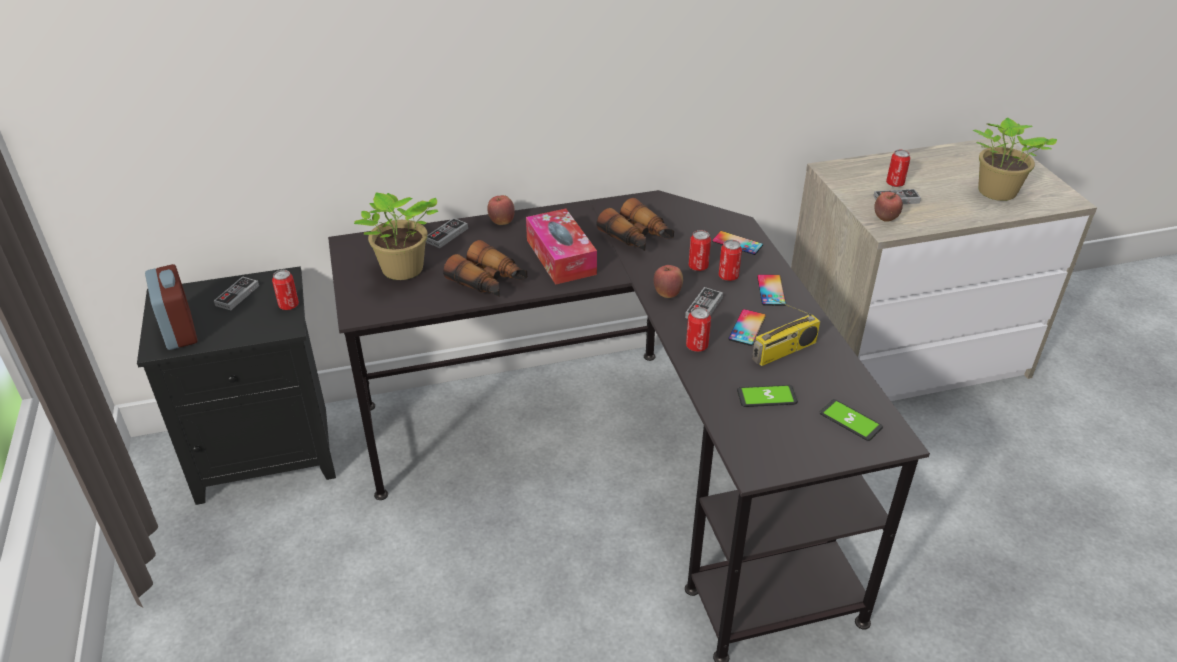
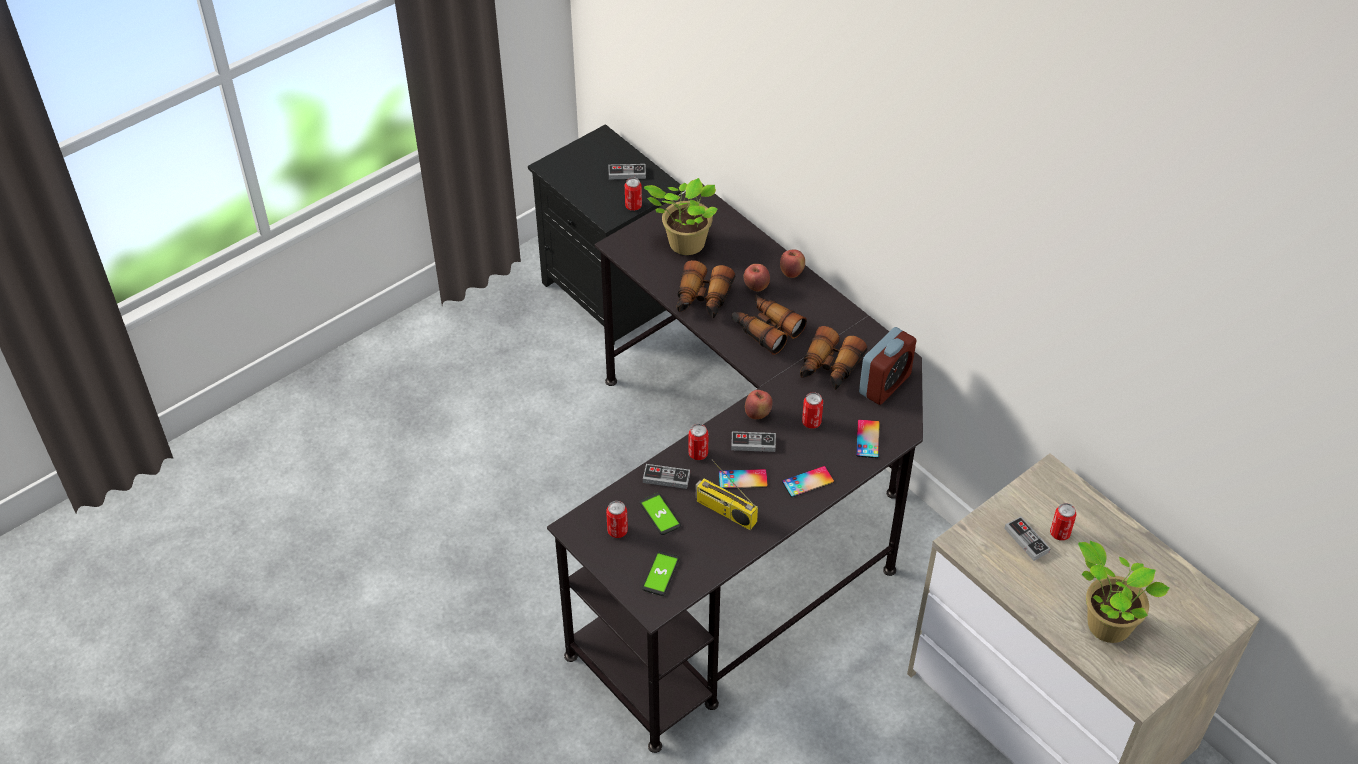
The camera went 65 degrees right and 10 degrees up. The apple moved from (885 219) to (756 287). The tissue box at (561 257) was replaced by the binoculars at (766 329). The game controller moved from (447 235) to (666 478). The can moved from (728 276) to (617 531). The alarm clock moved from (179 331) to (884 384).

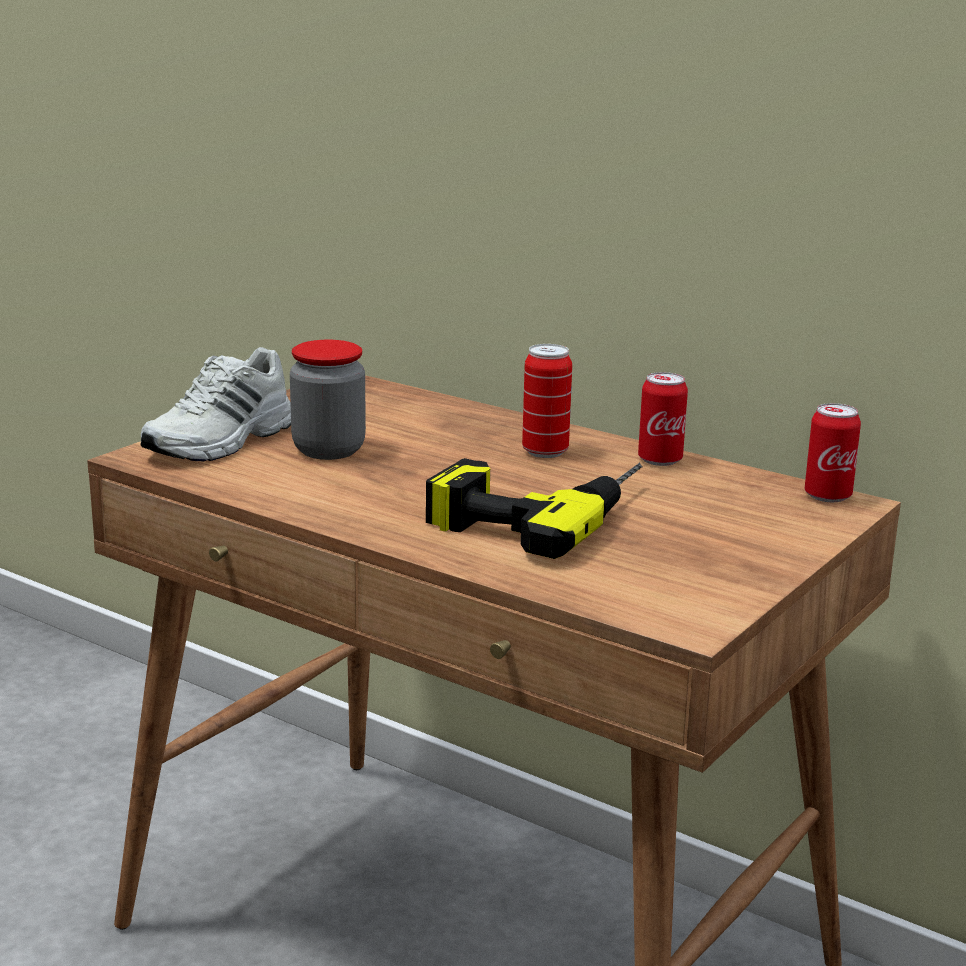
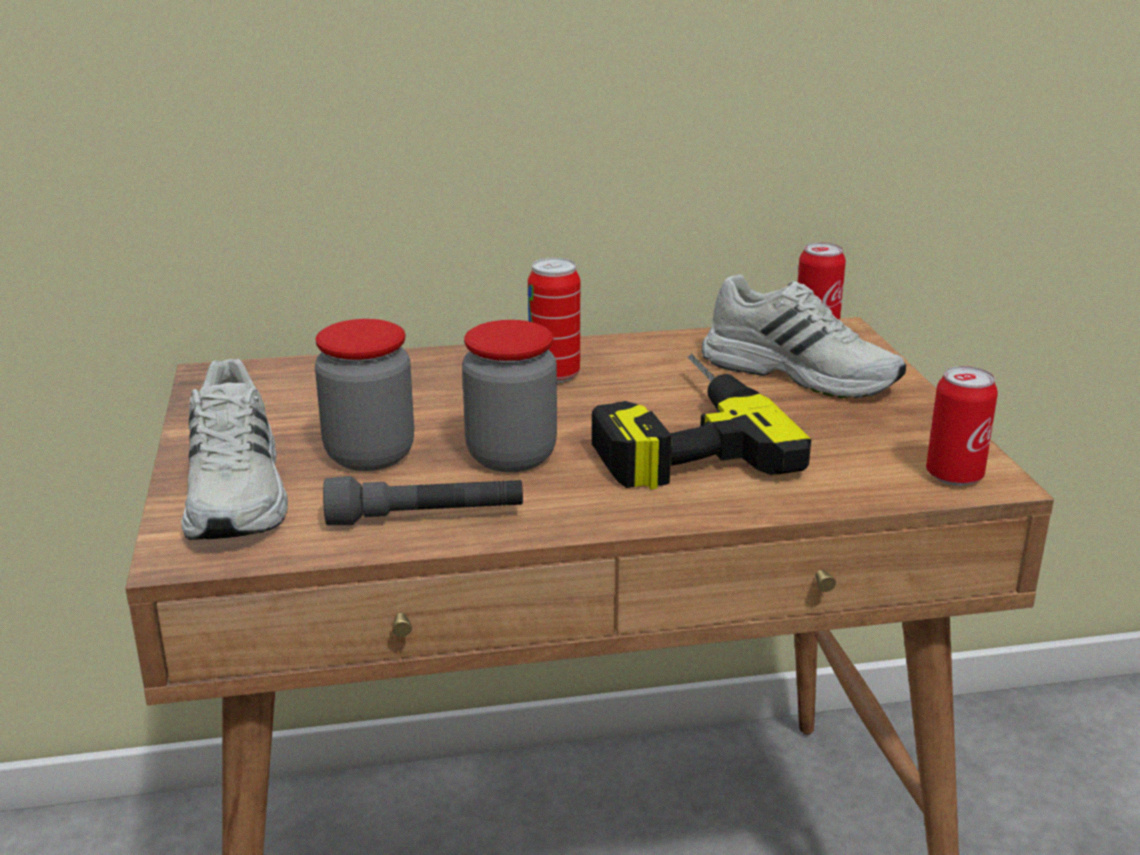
The camera went 45 degrees left and 5 degrees up. The can moved from (660 460) to (954 475). The white shoe at (801 373) appeared. The jar at (511 456) appeared. The grey flashlight at (426 518) appeared.

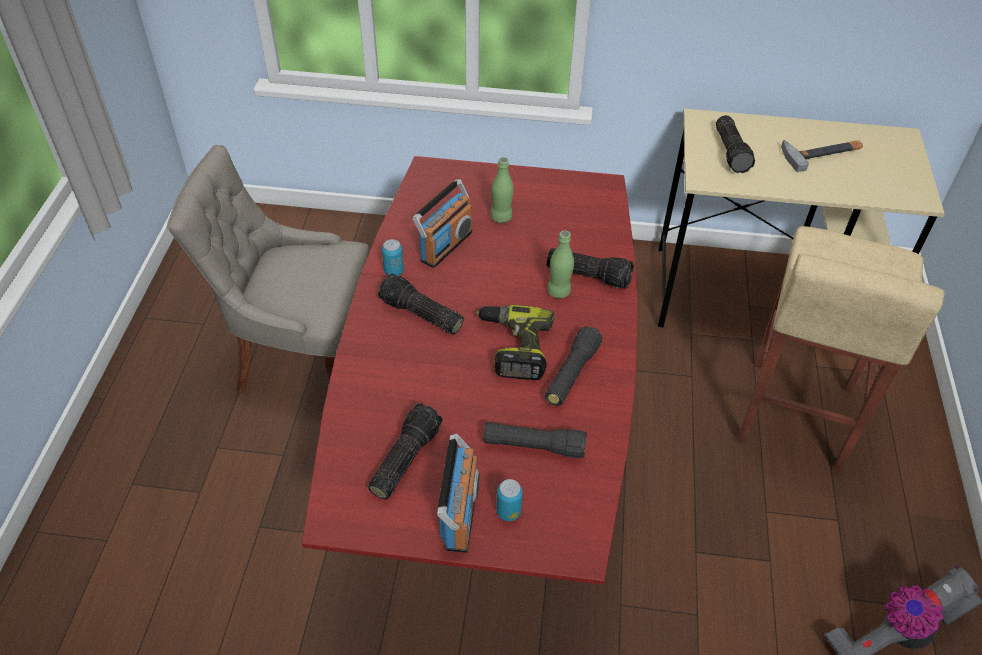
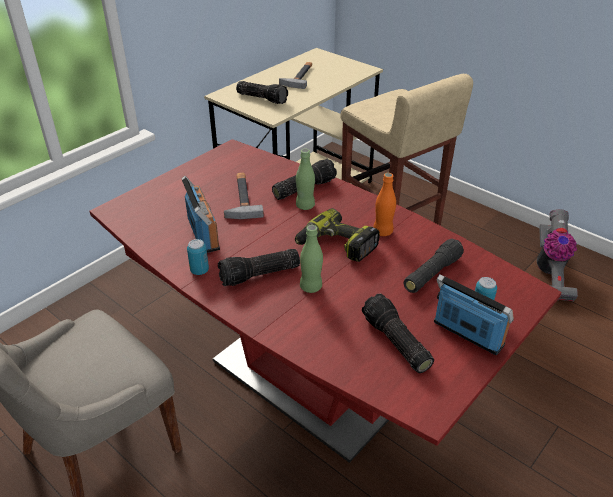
The camera went 55 degrees left and 10 degrees down. The green bottle moved from (501 217) to (311 287). The black flashlight at (571 374) was replaced by the orange bottle at (383 231). The hammer at (241 197) appeared.

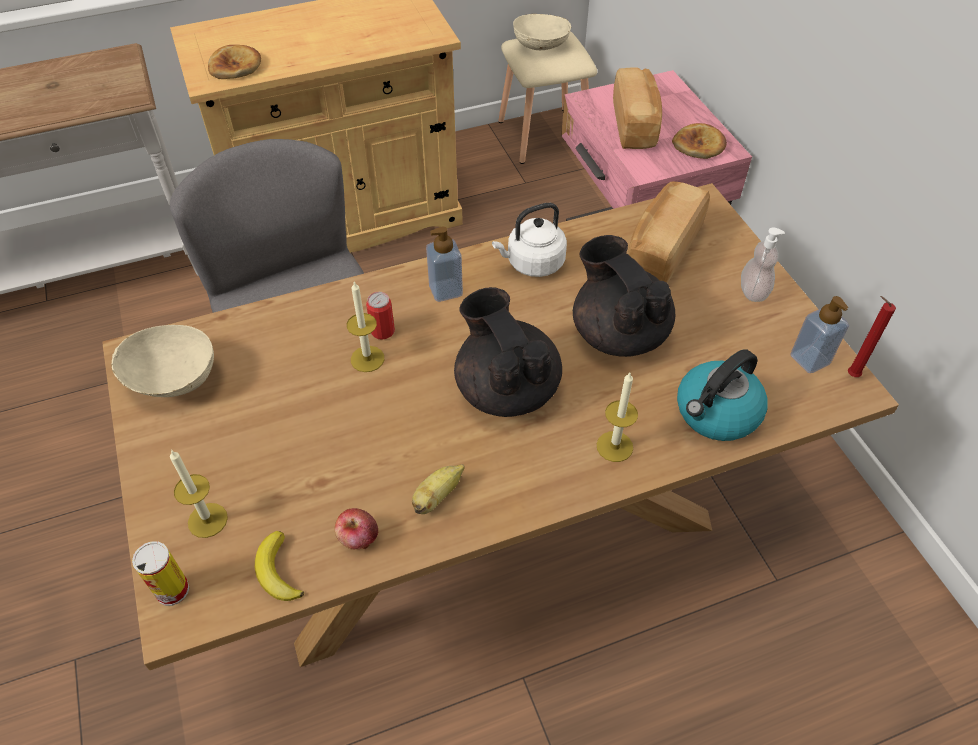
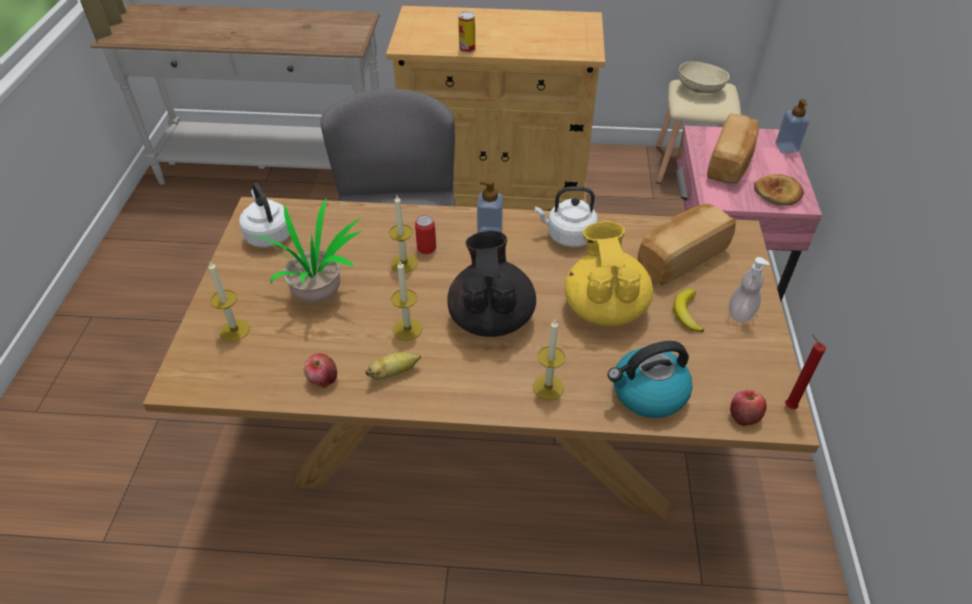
The camera went 25 degrees right and 5 degrees down. The bread at (235 66) disappeared. The black teapot at (618 333) became the yellow teapot at (604 307). The soap dispenser moved from (810 359) to (786 148). The beige bowl at (172 380) was replaced by the white kettle at (268 235). The banana moved from (277 571) to (686 313). The can moved from (172 590) to (467 49). The potted plant at (318 292) appeared. The candle at (407 329) appeared. The apple at (744 415) appeared.

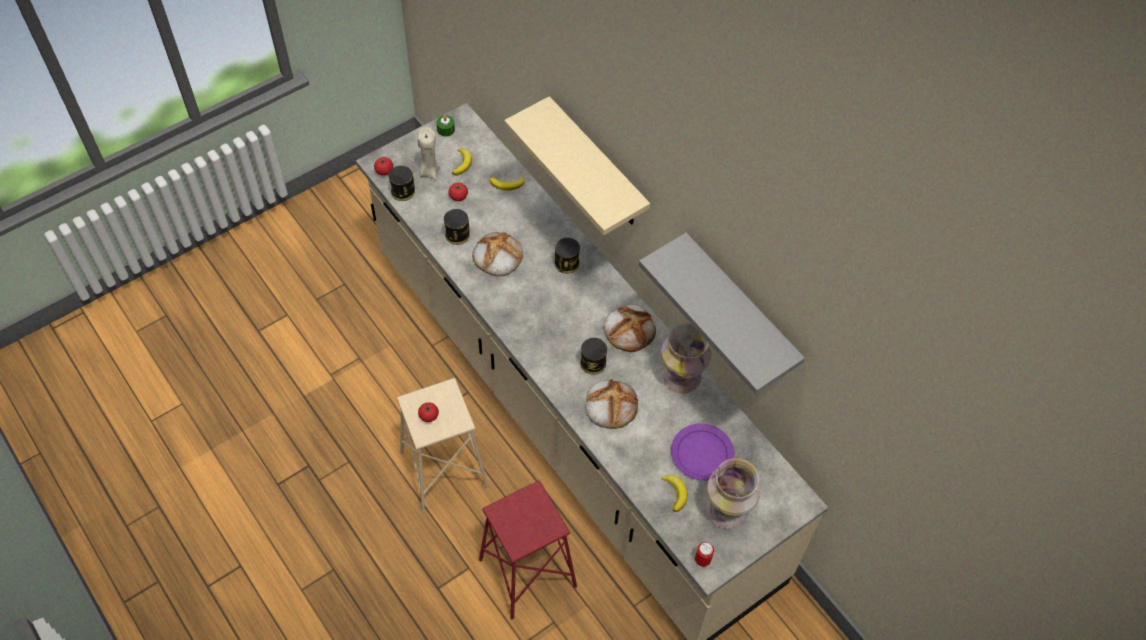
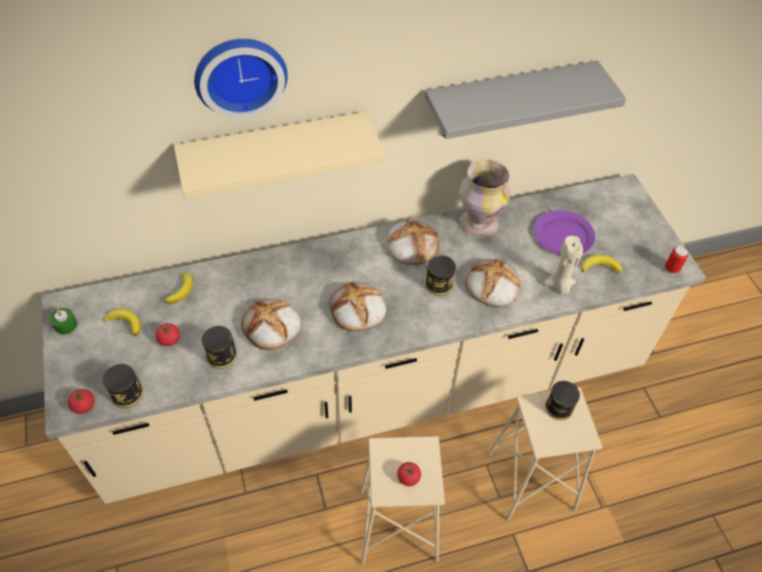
The camera went 70 degrees left and 5 degrees down. The beige candle moved from (429 172) to (559 286). The can moved from (566 263) to (558 407). The vase at (727 511) disappeared. The red stool at (527 573) became the beige stool at (531 480). The wall clock at (240 74) appeared. The bread at (357 309) appeared.

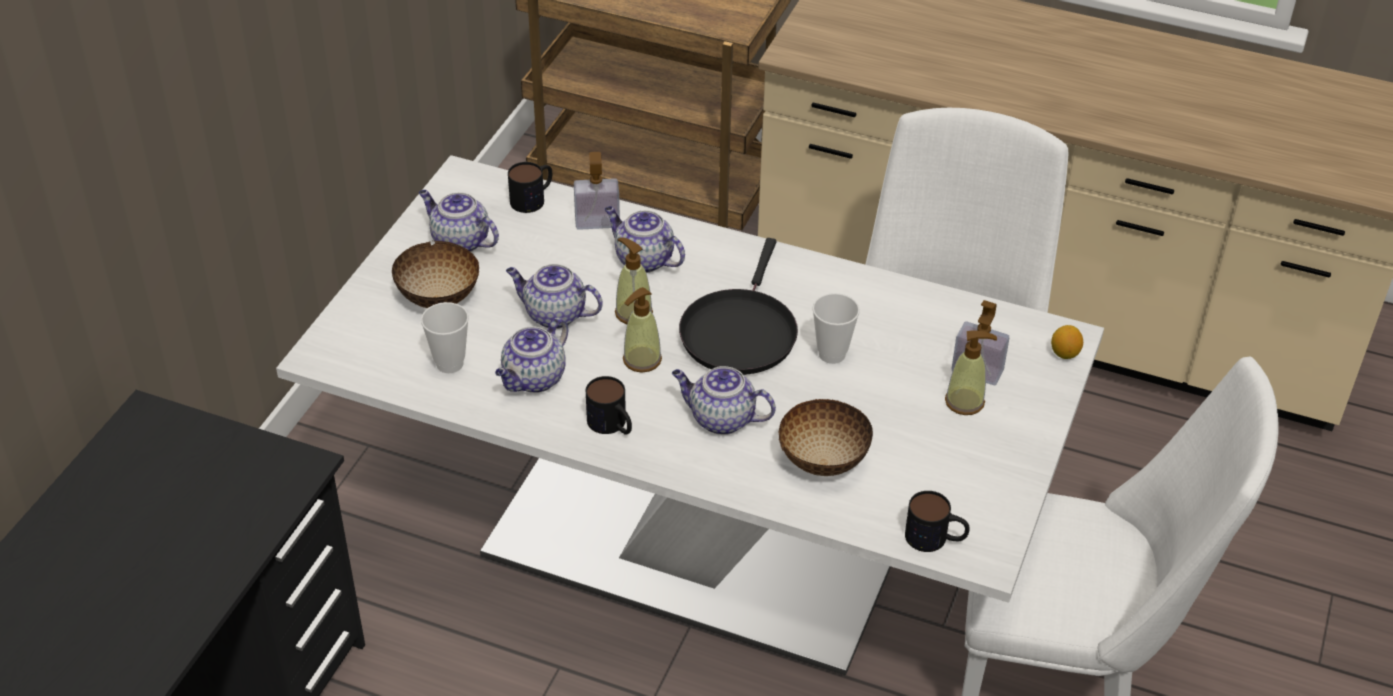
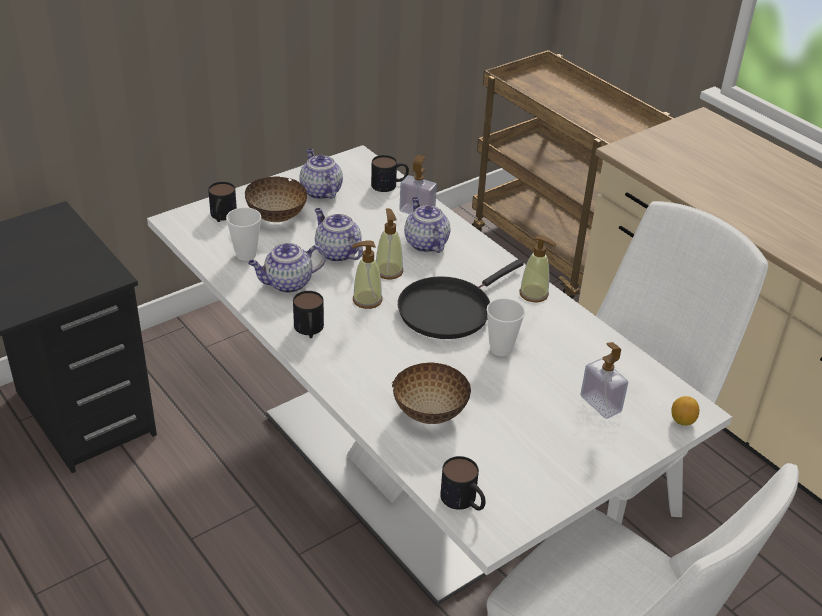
The camera went 30 degrees right and 5 degrees down. The soap dispenser moved from (965 402) to (534 294). The teapot at (720 419) disappeared. The mug at (222 216) appeared.

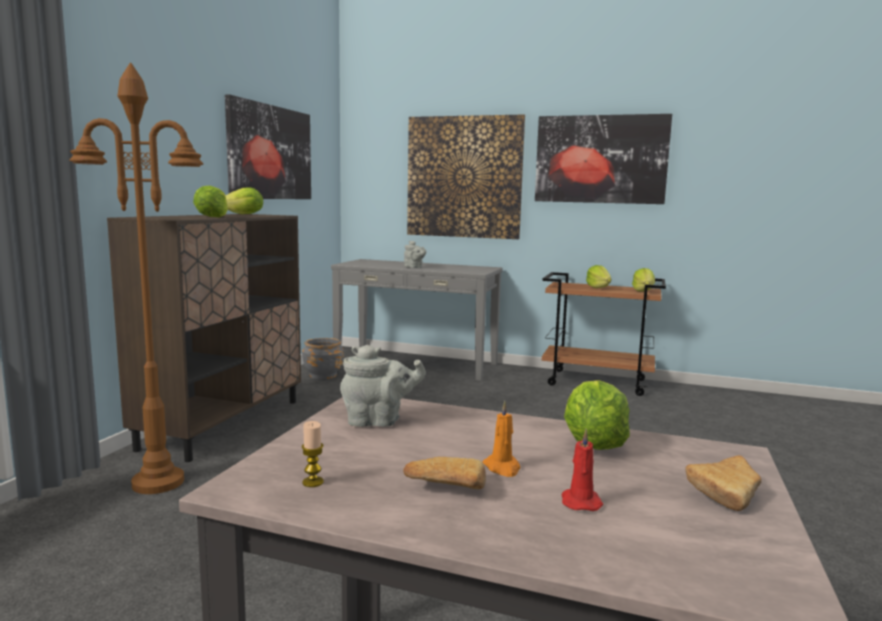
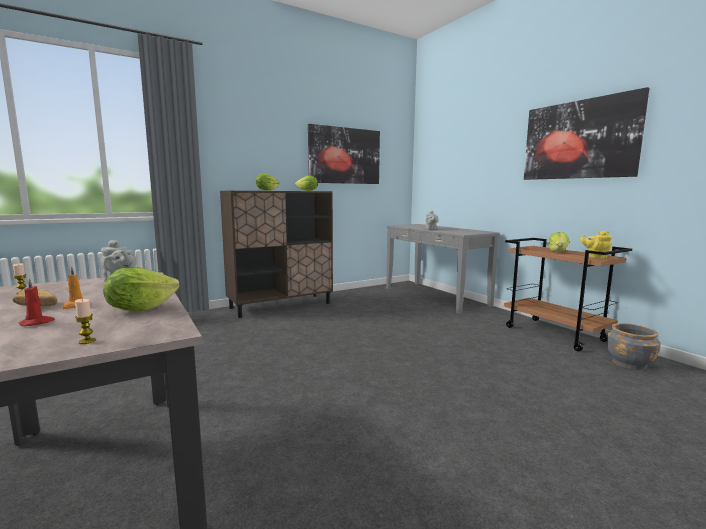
The camera went 40 degrees right and 0 degrees up. The brown floor lamp at (159 482) disappeared. The picture at (464 177) disappeared. The lettuce at (643 291) was replaced by the yellow teapot at (595 257). The grey planter moved from (323 375) to (629 363). The bread at (728 492) was replaced by the candle at (87 341).

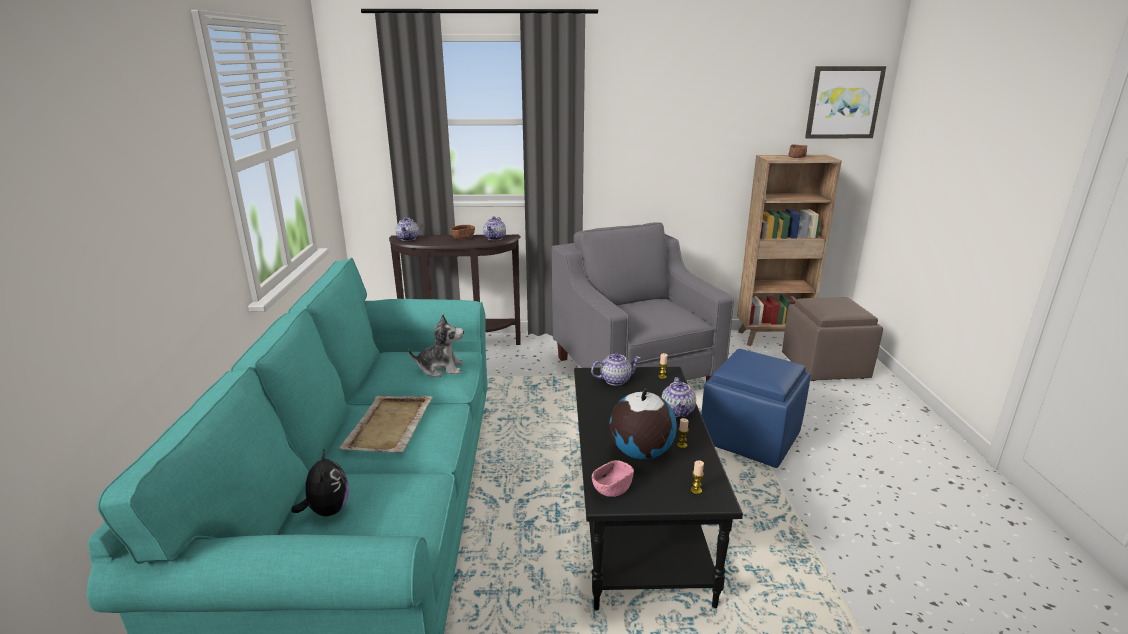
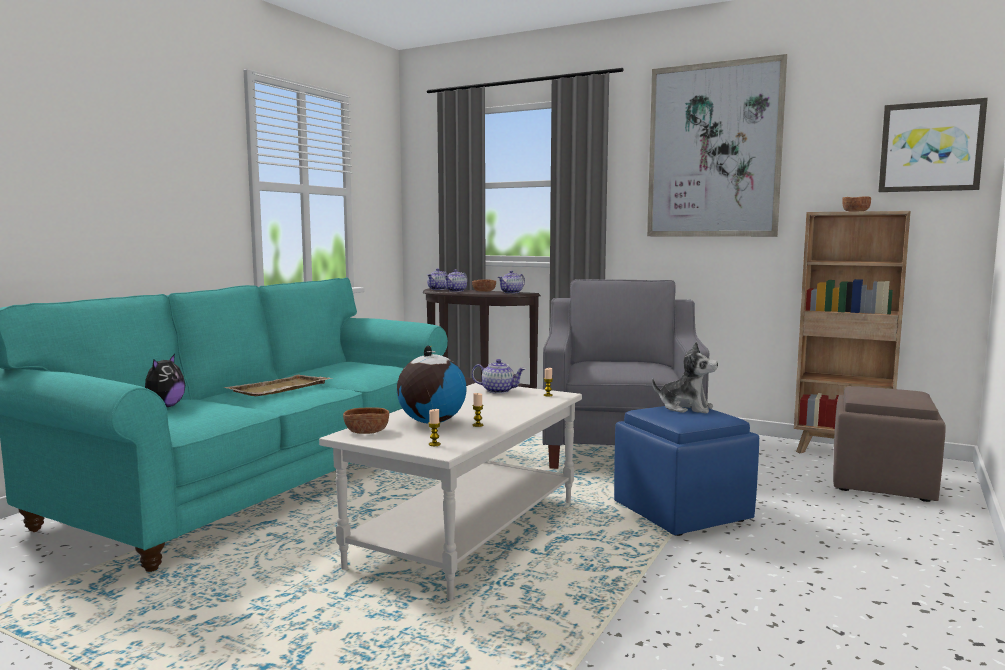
The camera went 30 degrees right and 15 degrees down. The plush toy moved from (440 368) to (686 408). The black coffee table at (636 519) became the white coffee table at (467 532). The teapot moved from (678 411) to (456 291). The pink bowl at (612 488) became the brown bowl at (366 431). The picture at (714 151) appeared.

